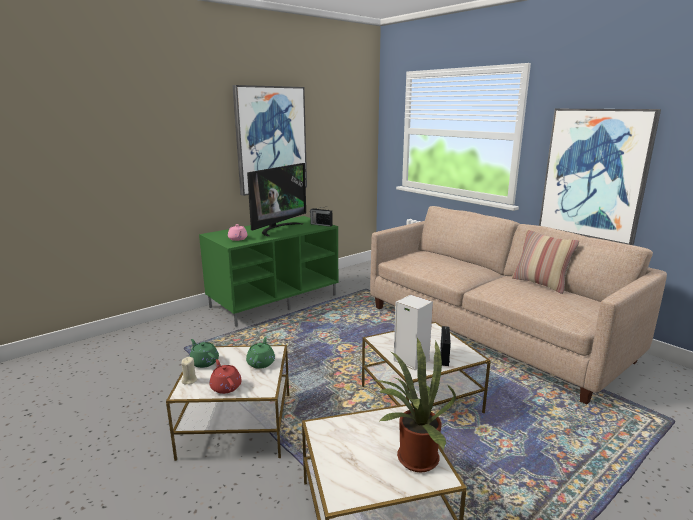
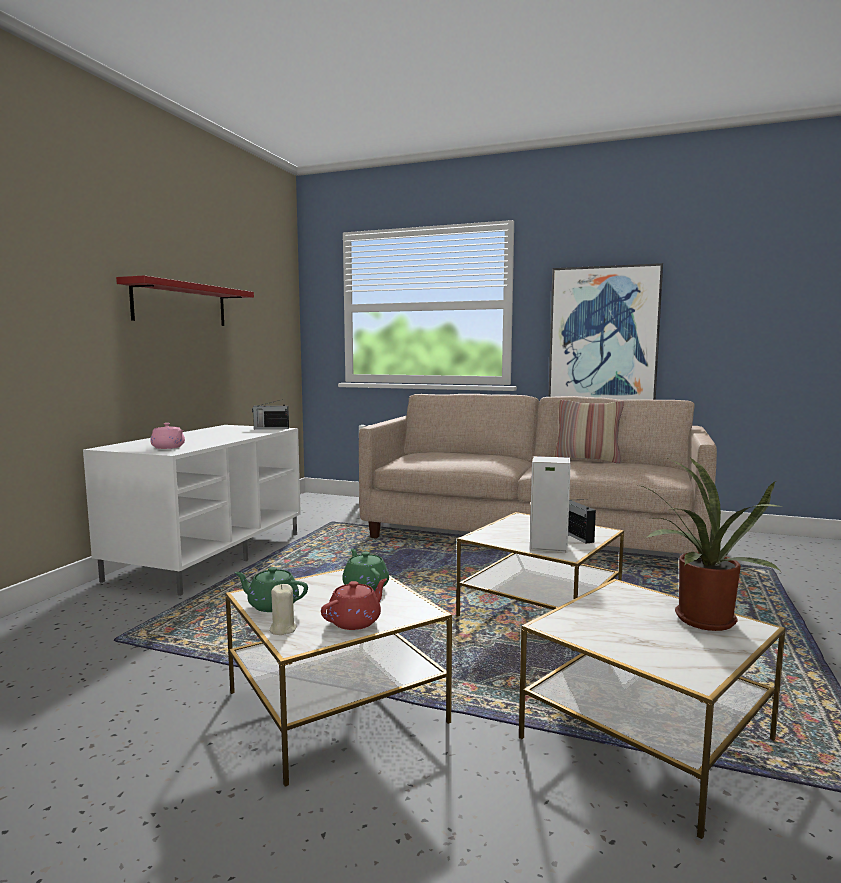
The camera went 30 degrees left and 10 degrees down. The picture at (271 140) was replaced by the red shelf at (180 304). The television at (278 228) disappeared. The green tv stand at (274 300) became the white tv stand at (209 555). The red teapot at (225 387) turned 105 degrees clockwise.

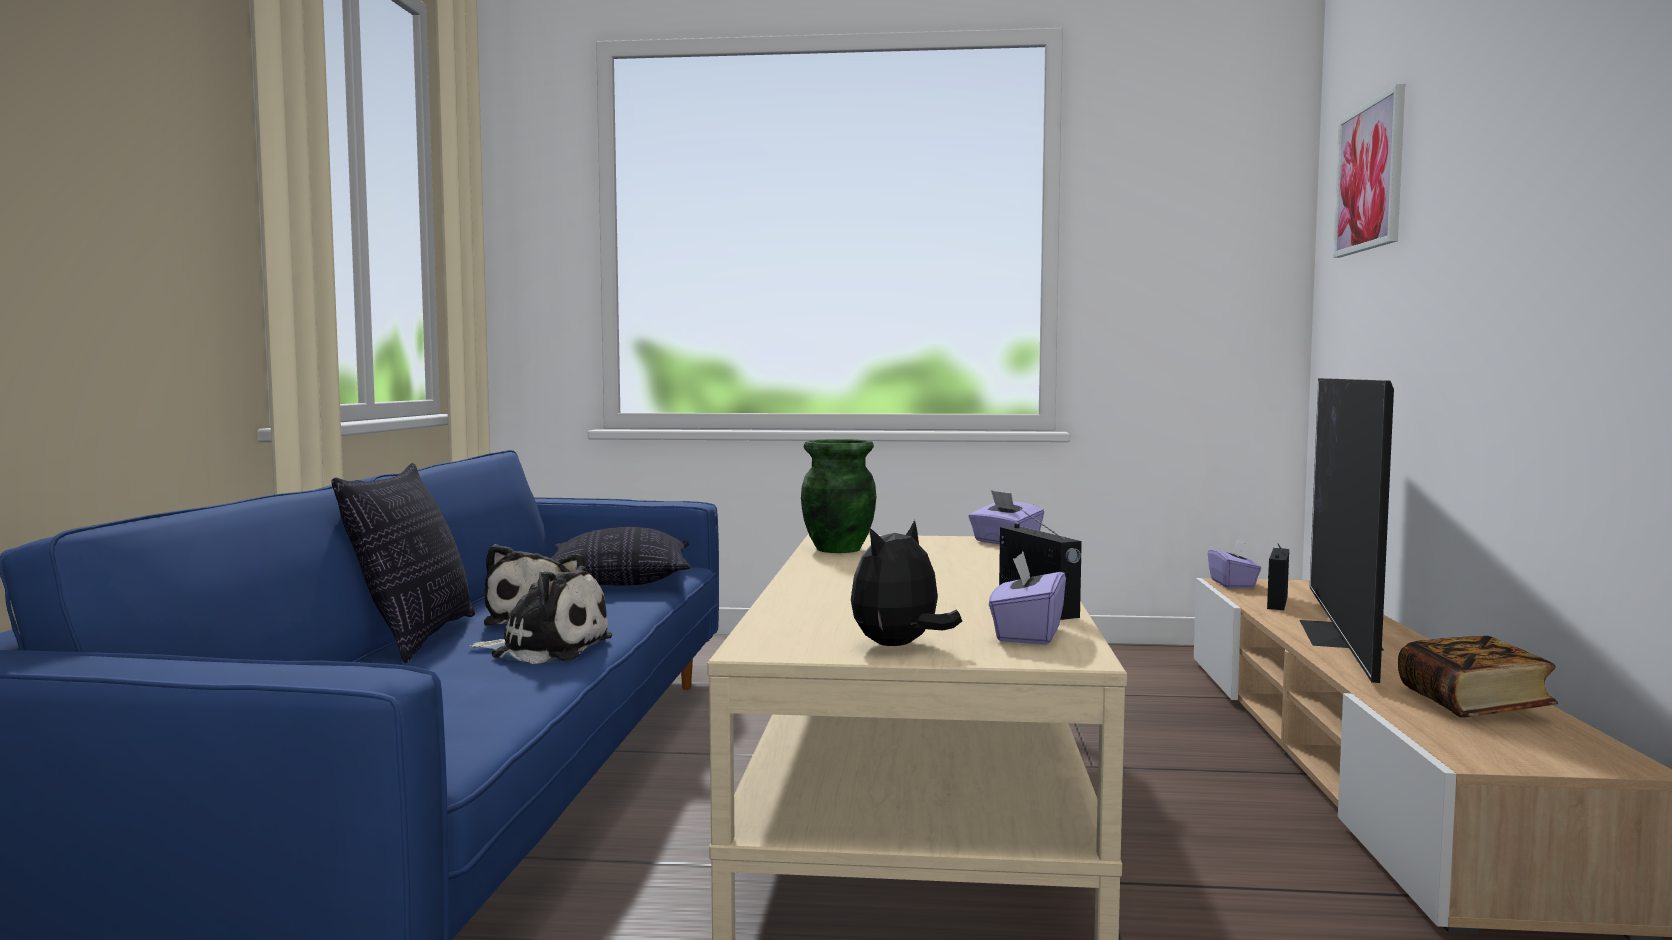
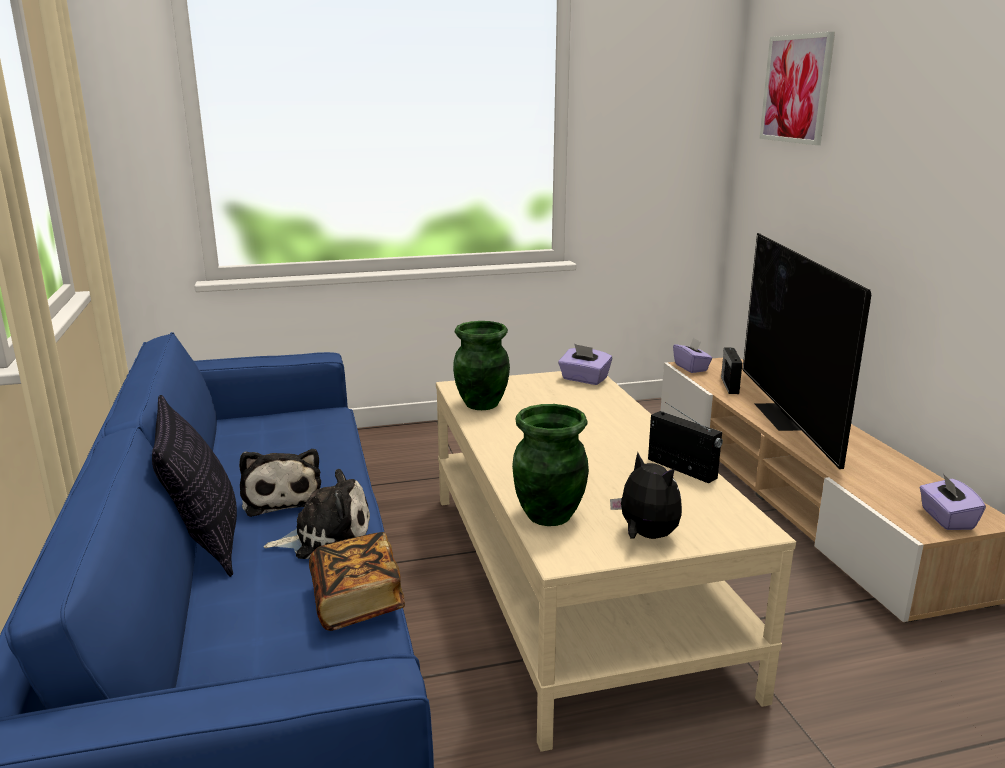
The camera went 20 degrees left and 15 degrees up. The plush toy at (899 646) turned 120 degrees clockwise. The pillow at (619 582) disappeared. The purple tissue box moved from (1027 634) to (946 519). The book moved from (1473 705) to (357 601). The green vase at (548 516) appeared.

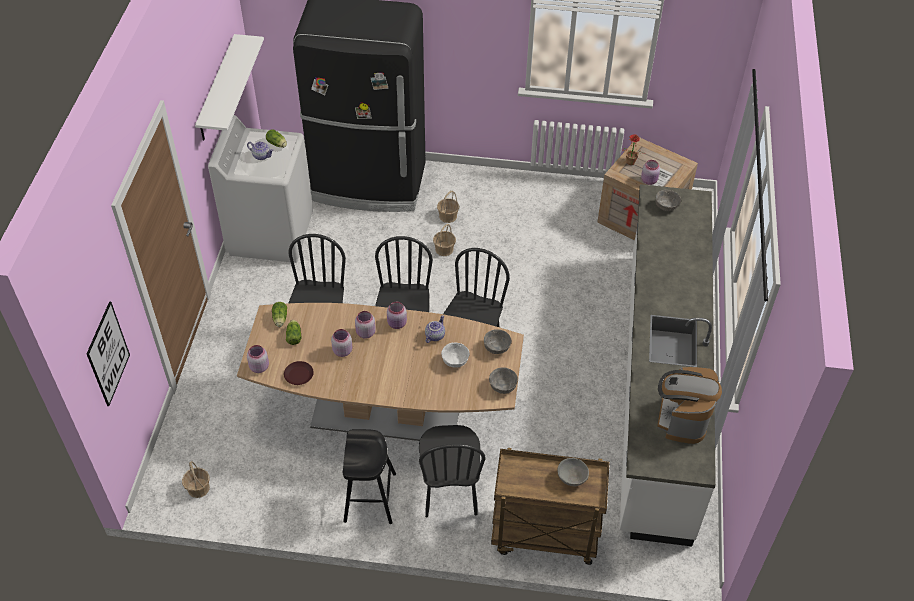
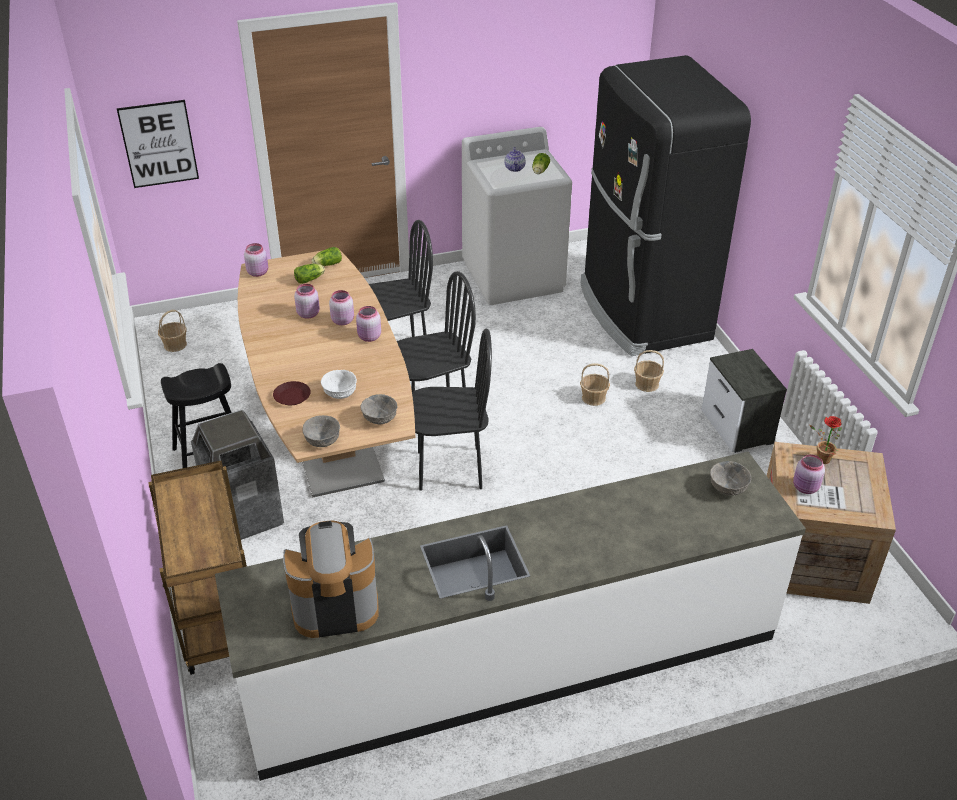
The camera went 65 degrees right and 10 degrees down. The white shelf at (217 89) disappeared. The teapot at (434 335) disappeared. The brown plate moved from (299 375) to (292 397). The black chair at (450 493) was replaced by the trash can at (244 515). The grey bowl at (572 478) disappeared. The nightstand at (737 428) appeared.

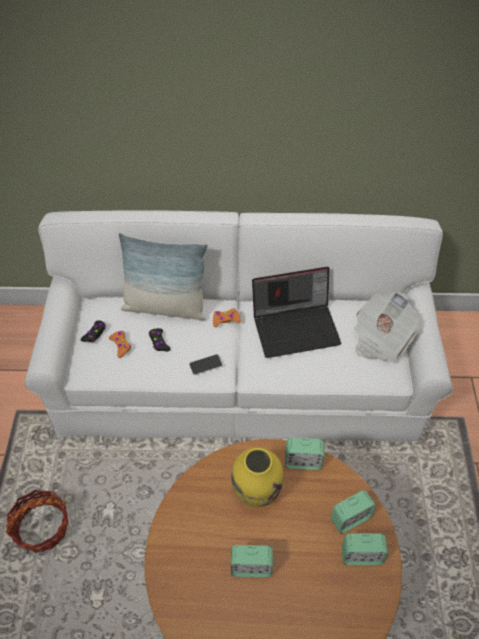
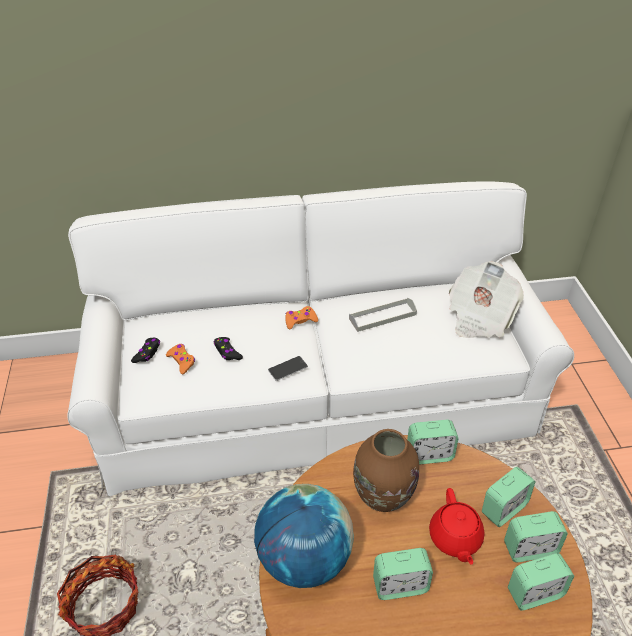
The camera went 10 degrees left and 10 degrees down. The pillow at (165 307) disappeared. The laptop at (296 326) was replaced by the grey tray at (382 317). The yellow vase at (256 490) became the brown vase at (382 495). The globe at (304 559) appeared. The red teapot at (454 538) appeared. The alarm clock at (534 593) appeared.

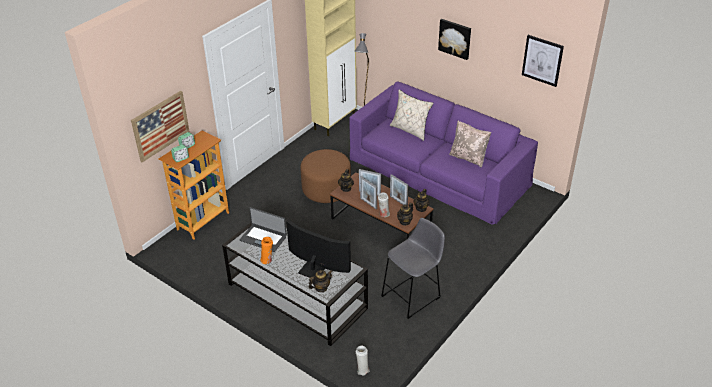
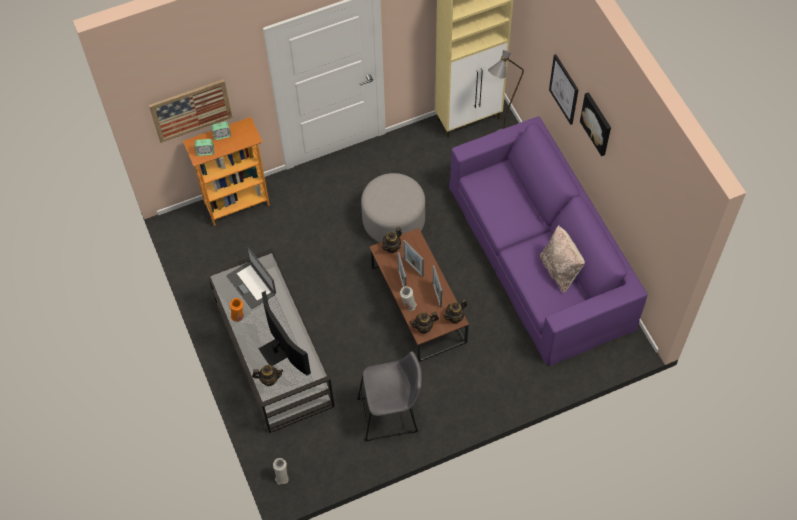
The camera went 30 degrees right and 20 degrees up. The picture moved from (542 60) to (564 89). The beige pillow at (410 130) disappeared. The brown ottoman at (326 189) became the grey ottoman at (393 220).

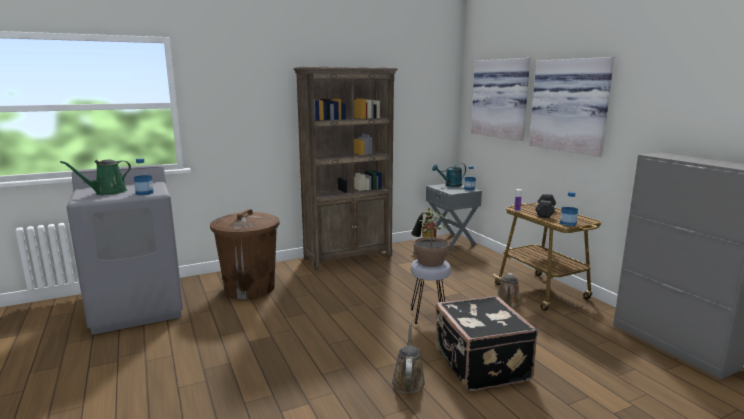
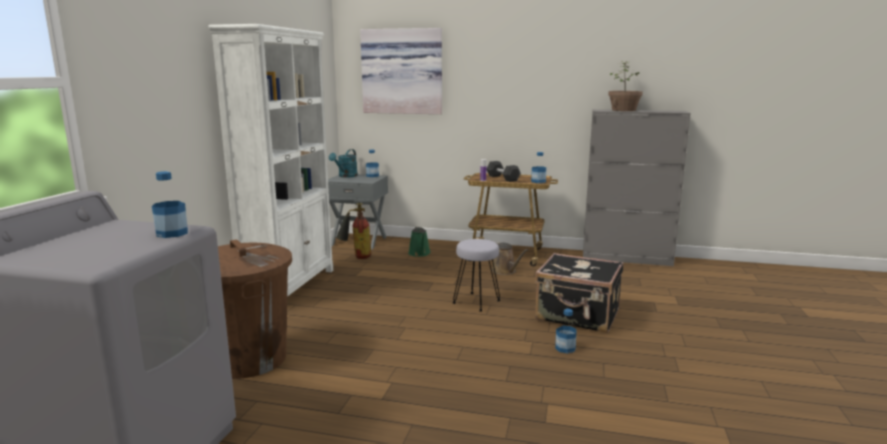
The camera went 50 degrees left and 0 degrees up. The picture at (571 105) disappeared. The brown bookcase at (348 257) became the white bookcase at (290 286). The green watering can moved from (108 192) to (420 253). The potted plant moved from (430 262) to (624 110). The brown watering can at (408 380) was replaced by the bottle at (565 348).

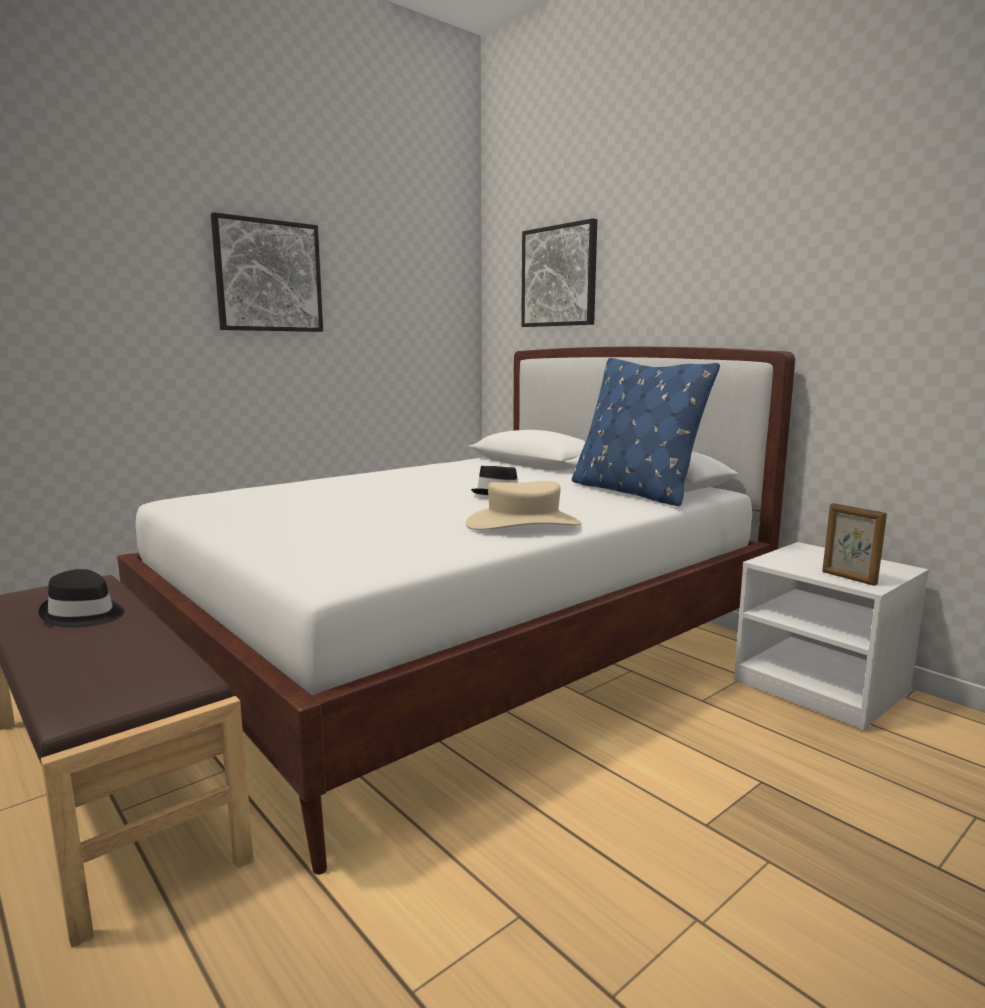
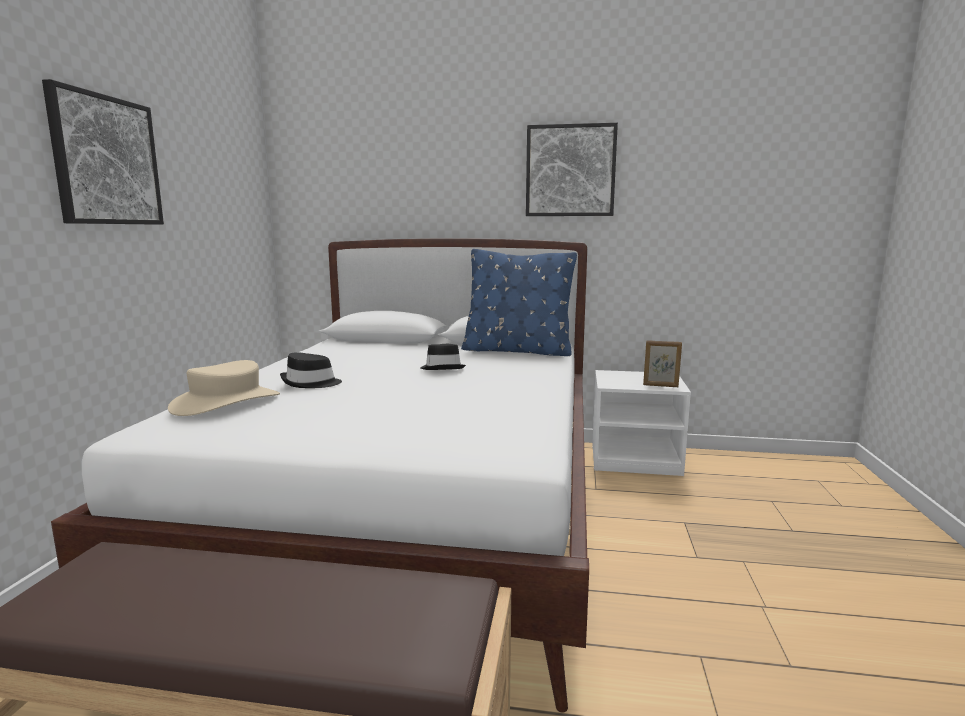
The camera went 40 degrees left and 0 degrees up. The picture moved from (559 276) to (570 171). The beige hat moved from (523 524) to (226 402). The black hat moved from (83 615) to (311 383).

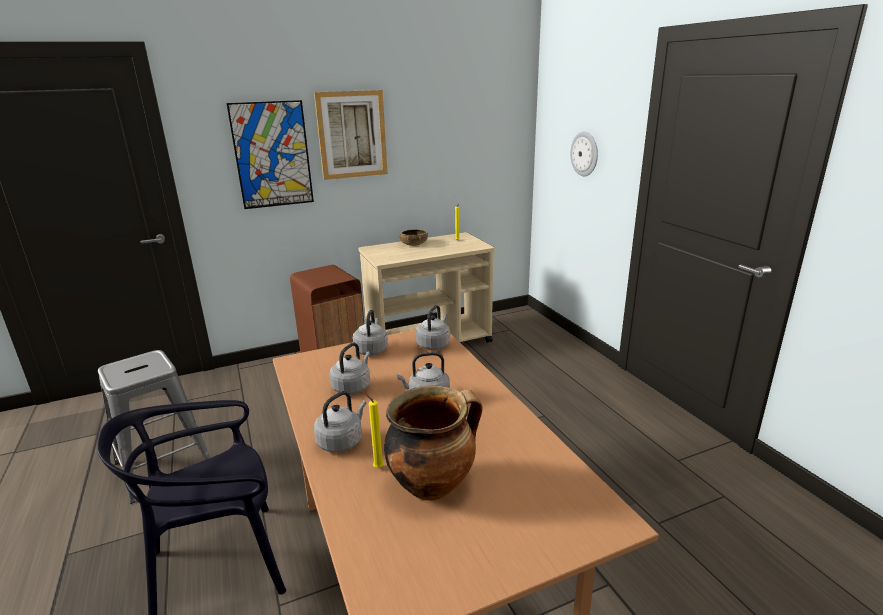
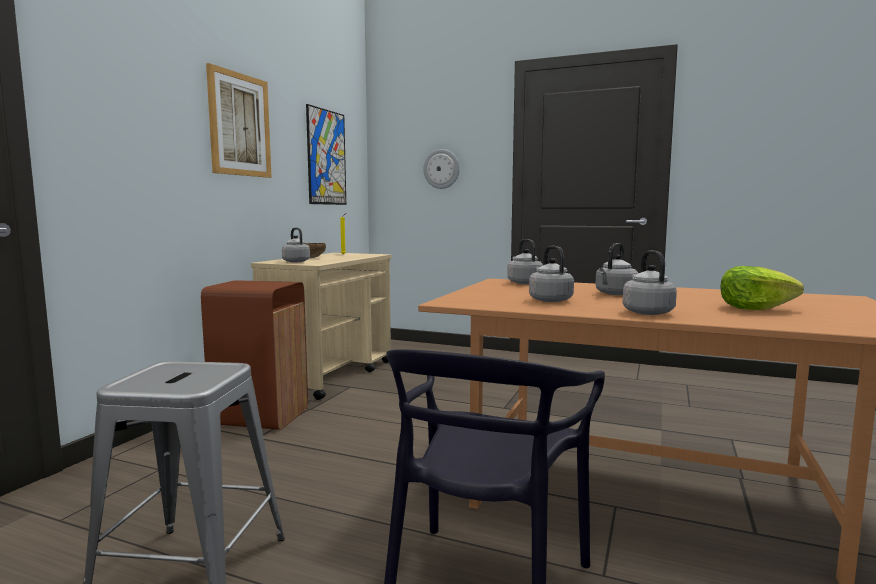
The camera went 45 degrees left and 15 degrees down. The picture moved from (272 155) to (326 157). The grey kettle moved from (371 349) to (295 261). The cooking pot at (433 484) was replaced by the lettuce at (754 308). The yellow candle at (377 467) disappeared.

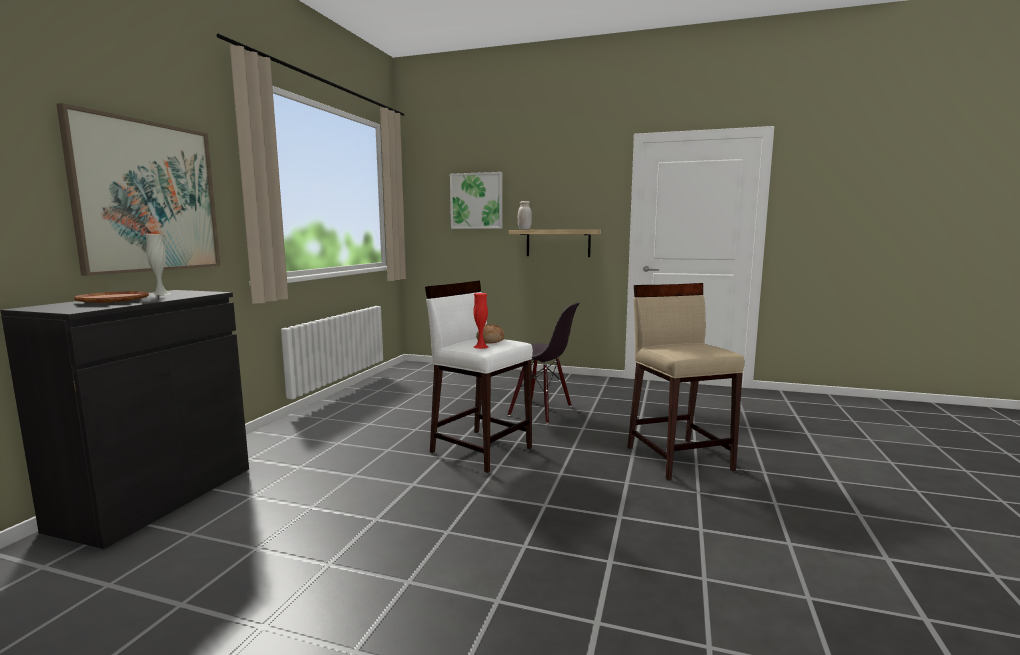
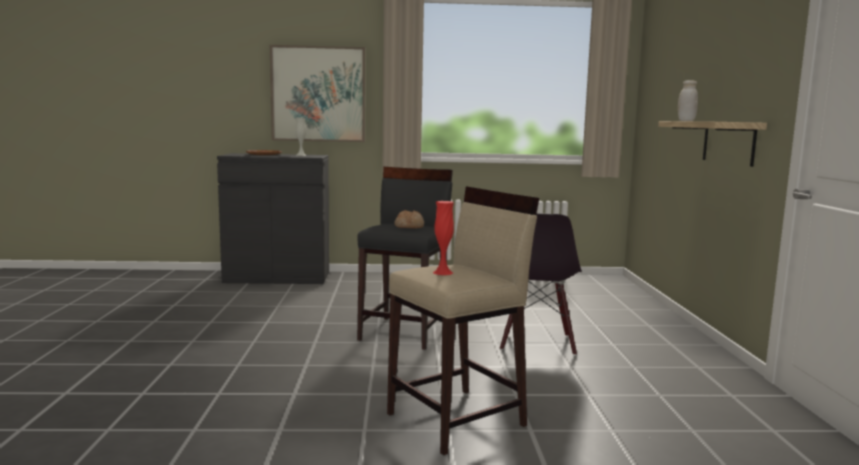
The camera went 70 degrees right and 0 degrees up. The picture at (476 201) disappeared. The white stool at (481 449) became the black stool at (405 332). The red vase moved from (481 347) to (442 272).

